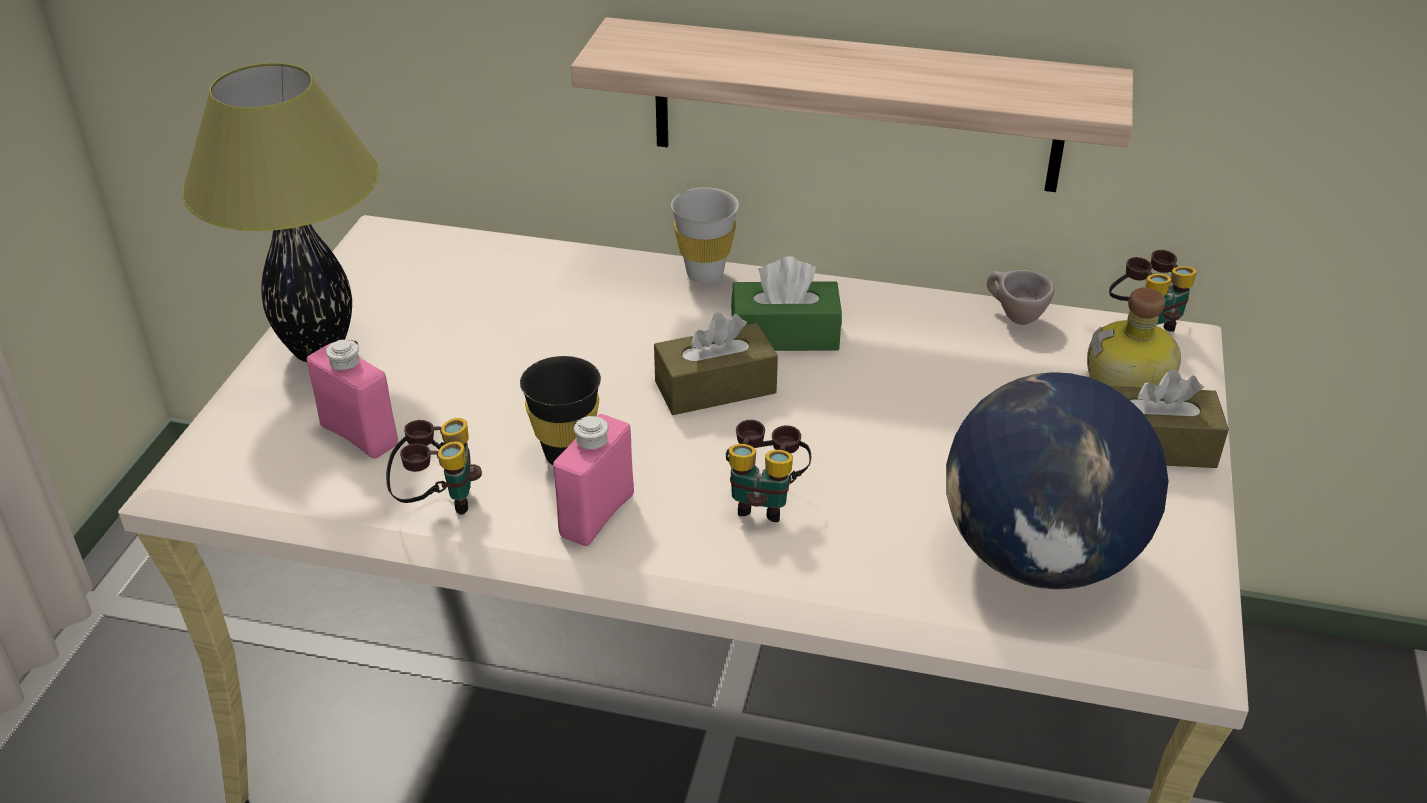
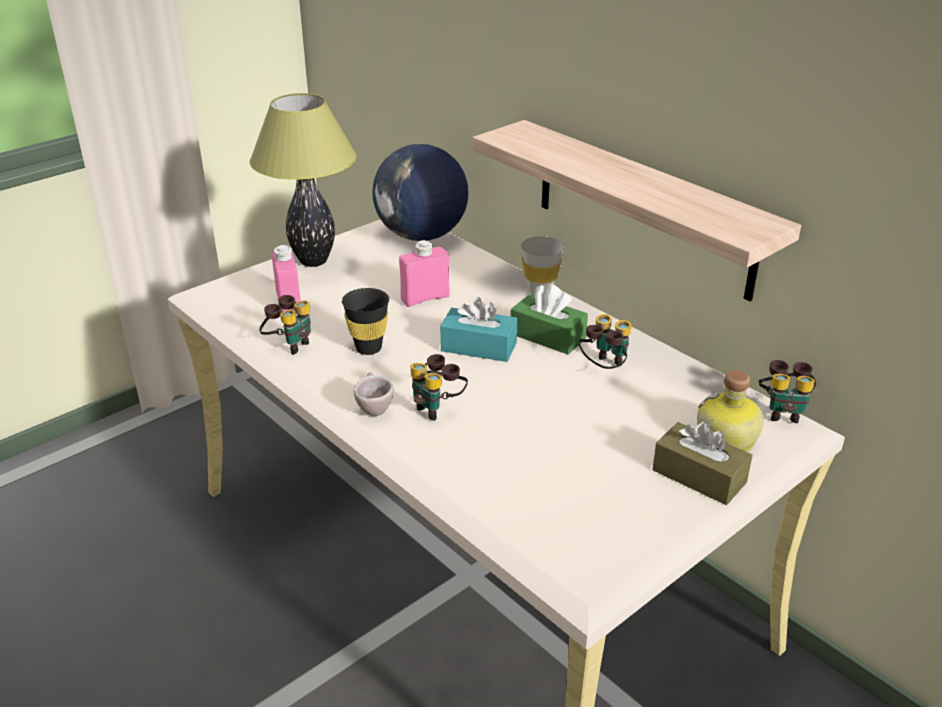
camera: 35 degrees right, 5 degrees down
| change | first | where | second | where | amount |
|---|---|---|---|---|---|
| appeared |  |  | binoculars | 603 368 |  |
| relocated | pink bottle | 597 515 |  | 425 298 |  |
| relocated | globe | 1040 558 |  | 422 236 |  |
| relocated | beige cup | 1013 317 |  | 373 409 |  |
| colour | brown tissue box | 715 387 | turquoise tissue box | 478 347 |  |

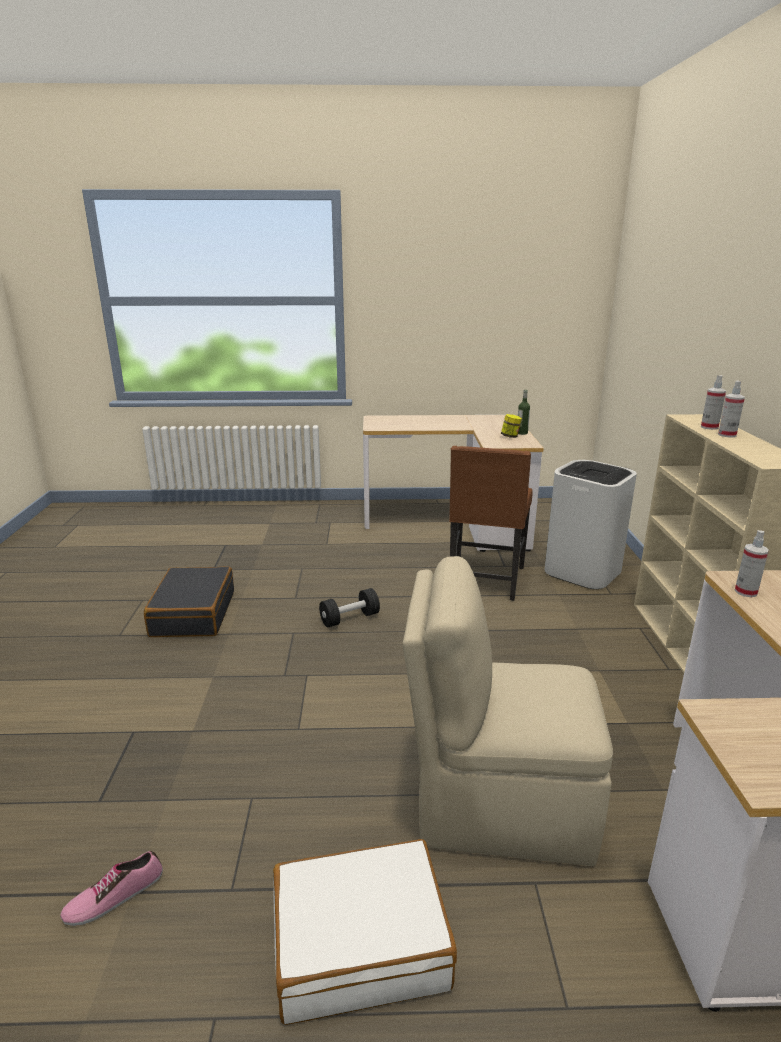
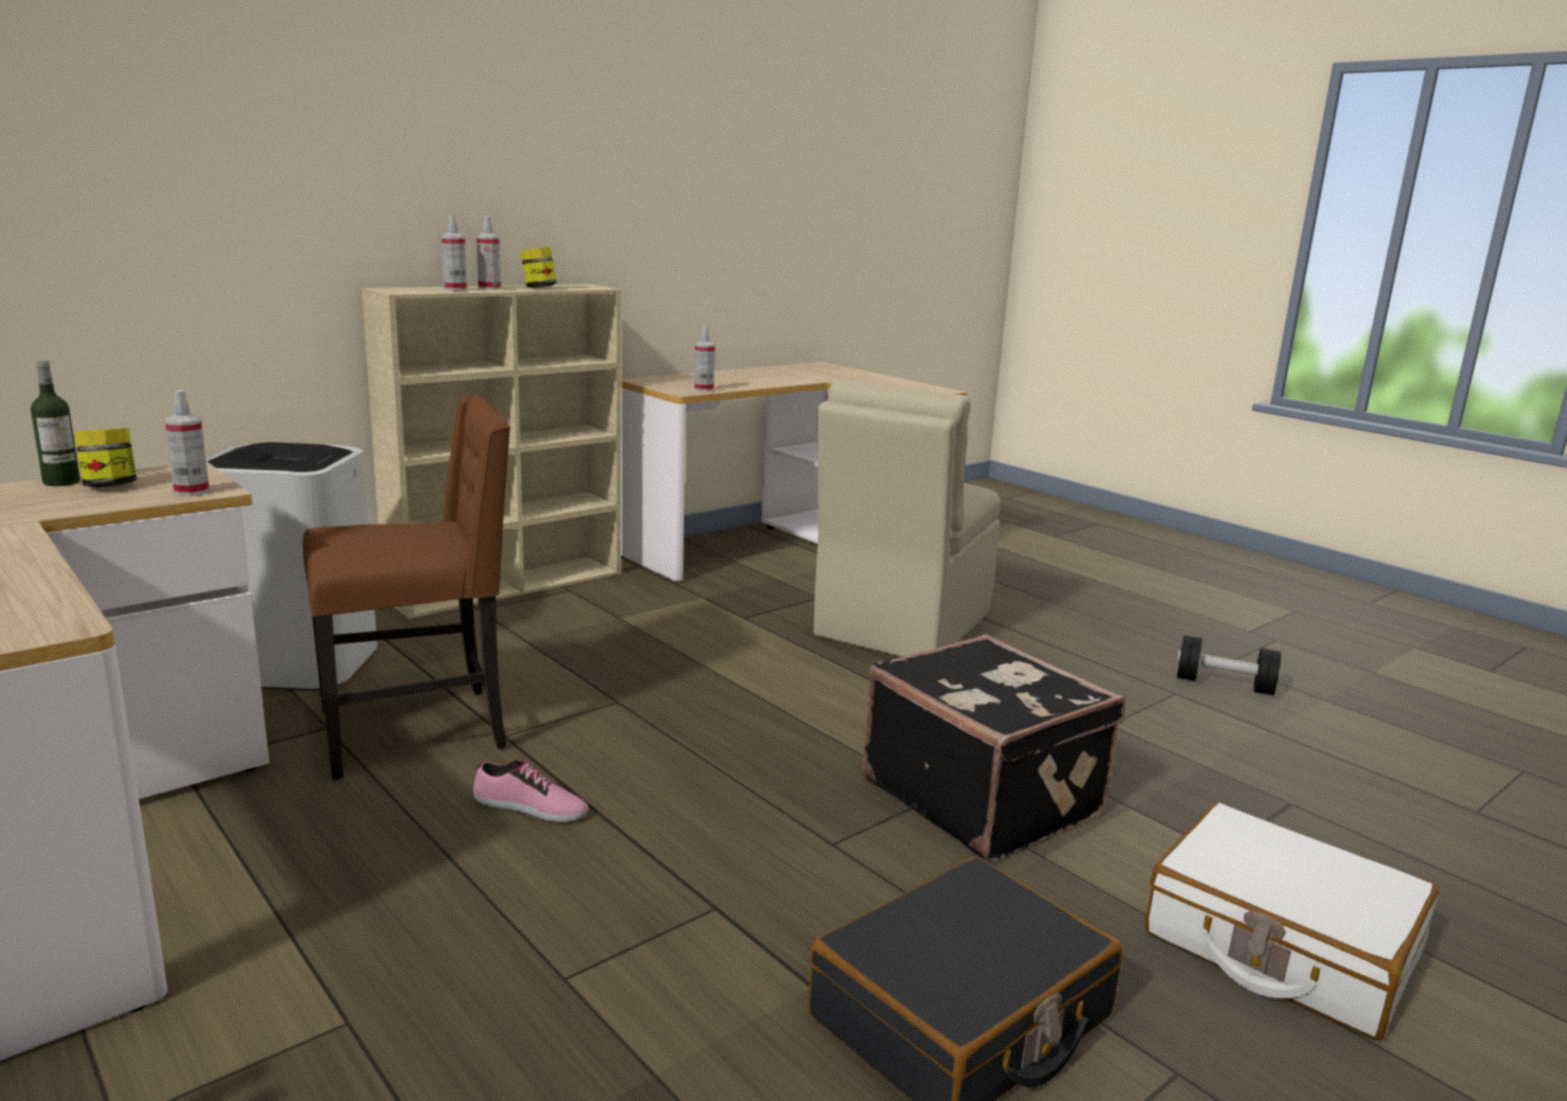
camera: 130 degrees left, 5 degrees down
| change | first | where | second | where | amount |
|---|---|---|---|---|---|
| appeared |  |  | spray bottle | 192 491 |  |
| appeared |  |  | jar | 539 288 |  |
| appeared |  |  | black suitcase | 983 797 |  |
| relocated | shoe | 114 895 |  | 530 807 |  |
| relocated | white suitcase | 360 942 |  | 1280 945 |  |
| relocated | black dumbbell | 350 618 |  | 1224 684 |  |
| spun | beige chair | 498 803 |  | 900 626 | 60 degrees clockwise |

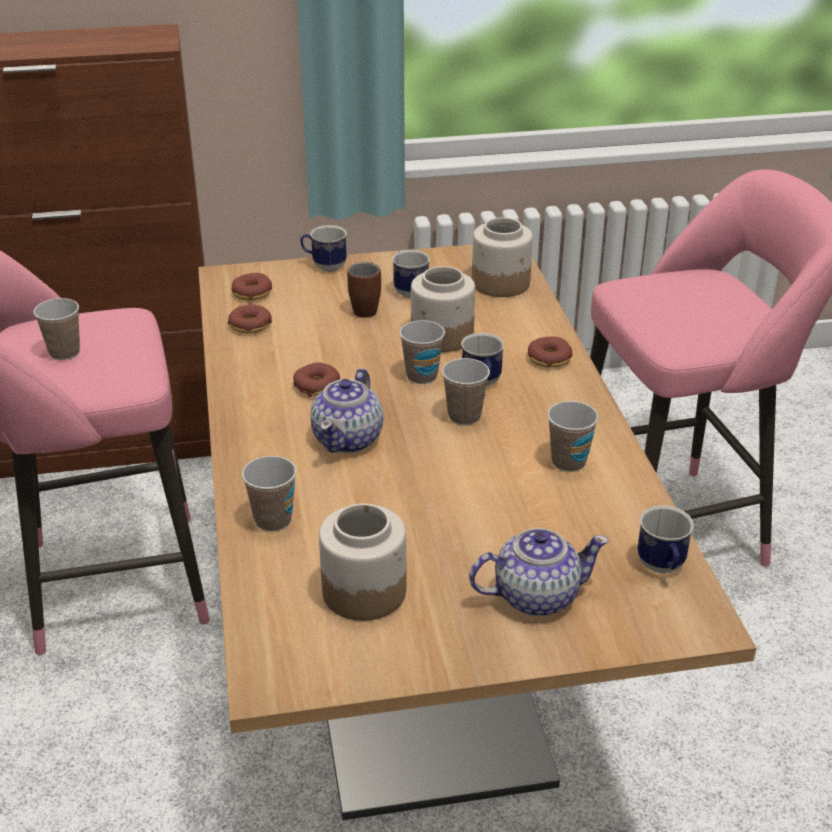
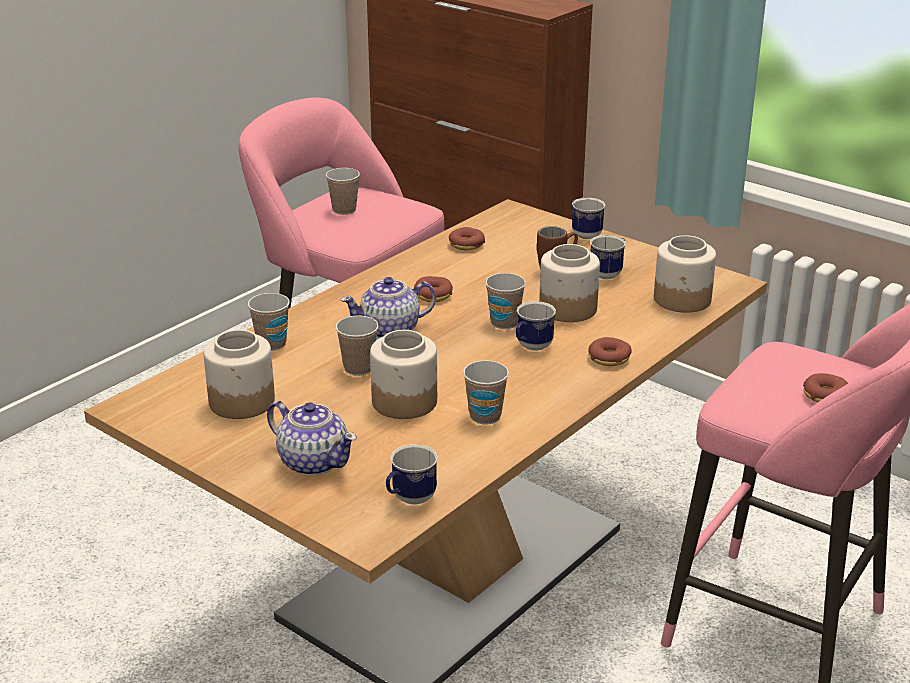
camera: 50 degrees right, 5 degrees down
| change | first | where | second | where | amount |
|---|---|---|---|---|---|
| appeared |  |  | jar | 405 401 |  |
| relocated | donut | 252 293 |  | 824 395 |  |
| relocated | cup | 464 416 |  | 358 368 |  |

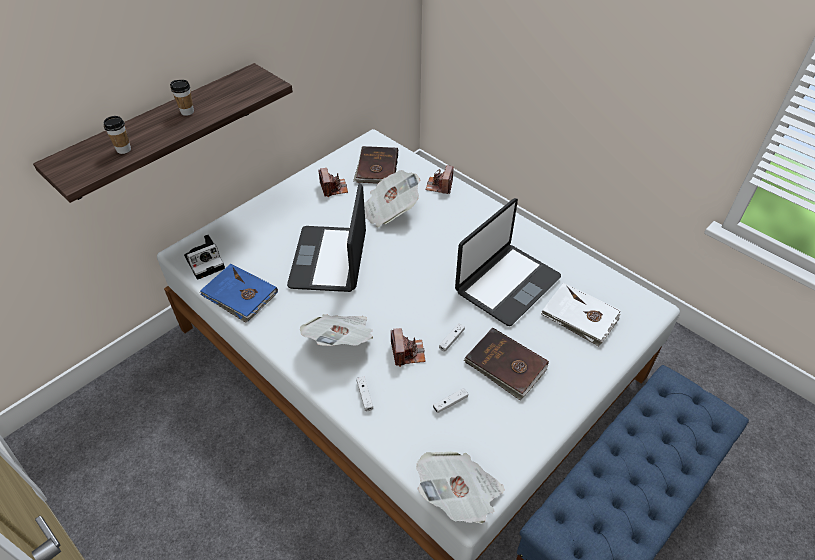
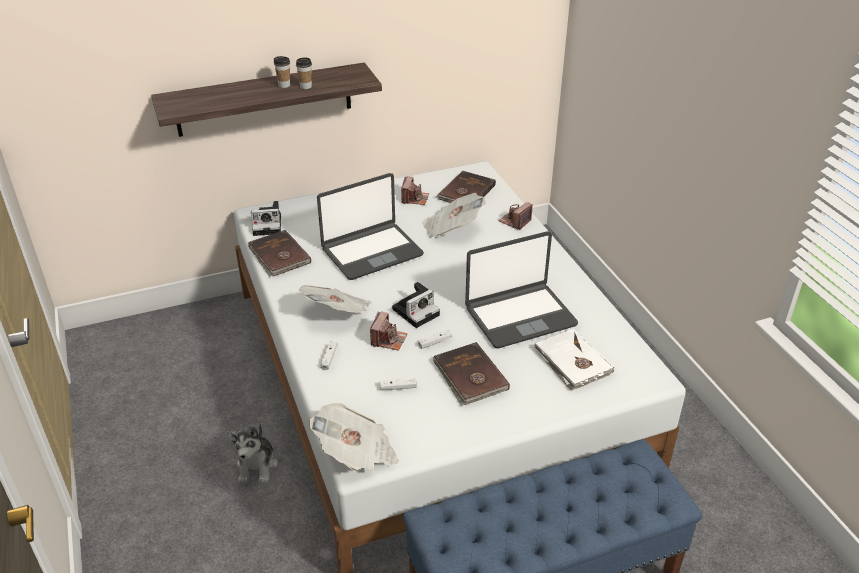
camera: 25 degrees right, 10 degrees down
| change | first | where | second | where | amount |
|---|---|---|---|---|---|
| appeared |  |  | plush toy | 257 465 |  |
| appeared |  |  | photo camera | 416 311 |  |
| relocated | cup | 124 149 |  | 306 86 |  |
| colour | blue book | 239 295 | brown book | 278 256 |  |
| spun | laptop | 329 259 |  | 371 252 | 150 degrees counterclockwise |

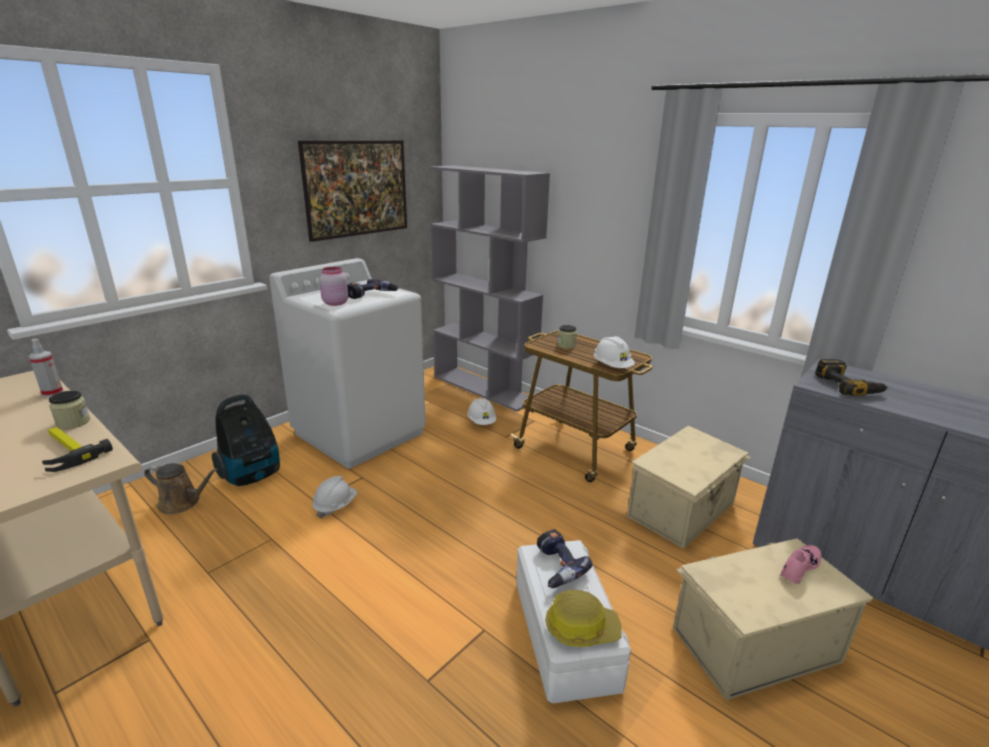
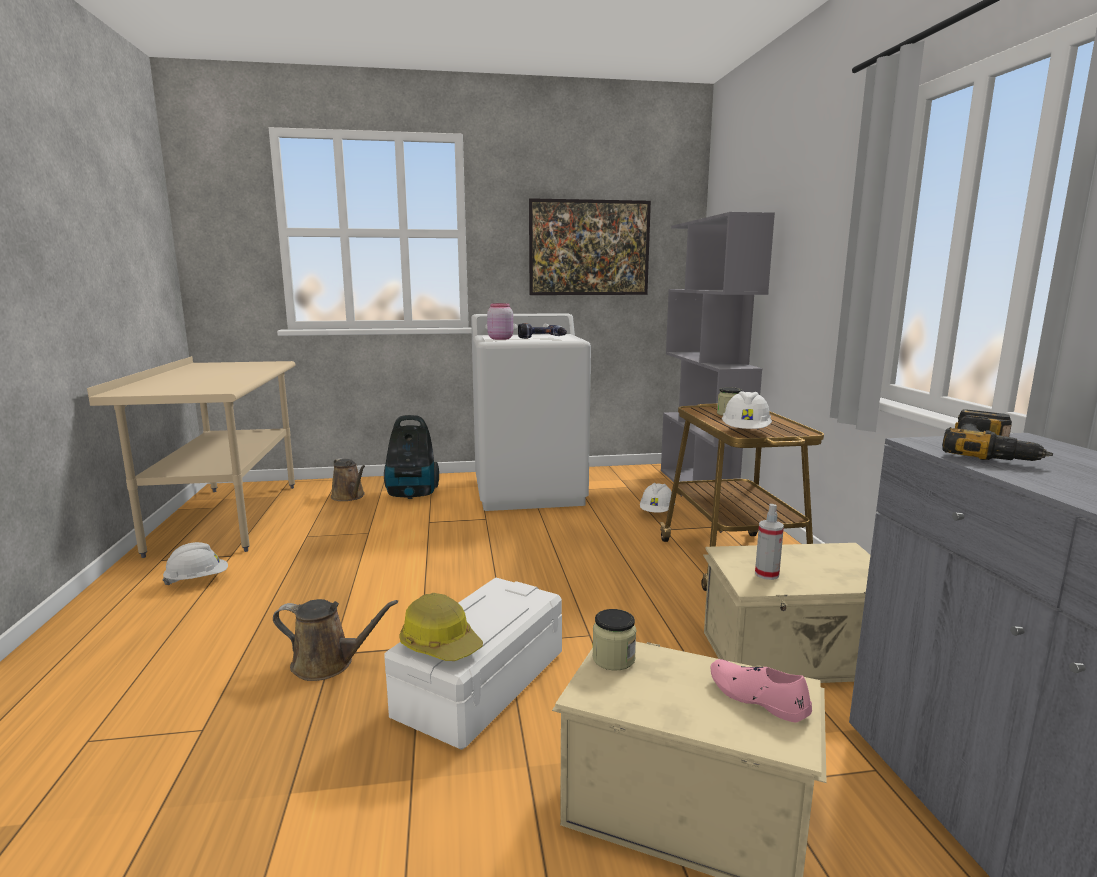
camera: 40 degrees right, 10 degrees down
| change | first | where | second | where | amount |
|---|---|---|---|---|---|
| missing | hammer | 66 450 |  |  |  |
| missing | power drill | 555 567 |  |  |  |
| appeared |  |  | brown watering can | 328 664 |  |
| relocated | spray bottle | 52 393 |  | 767 574 |  |
| relocated | jar | 73 422 |  | 613 658 |  |
| relocated | white hard hat | 335 506 |  | 197 580 |  |
| spun | pink shoe | 799 567 |  | 757 697 | 135 degrees counterclockwise |

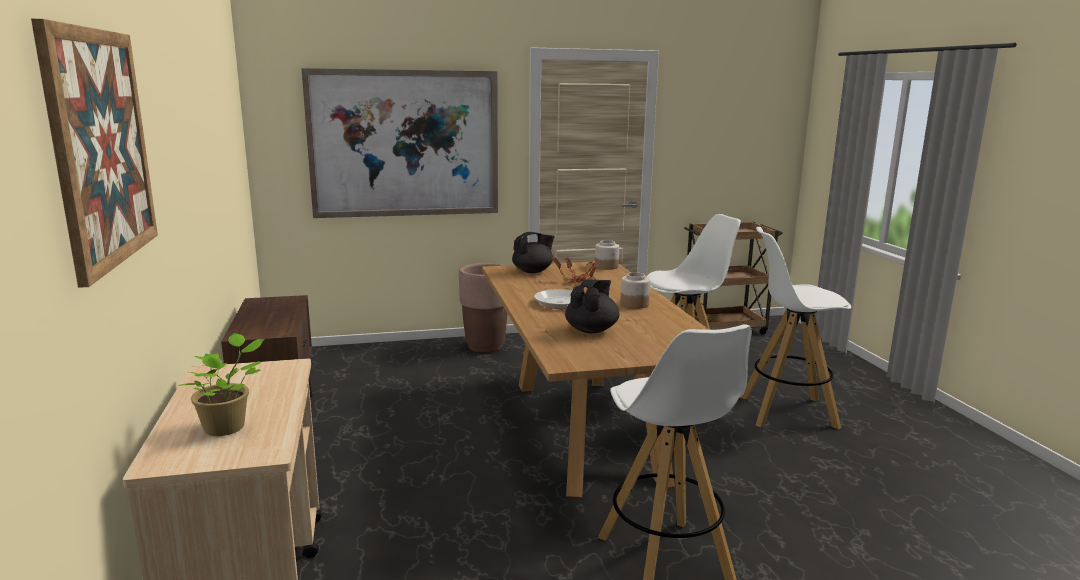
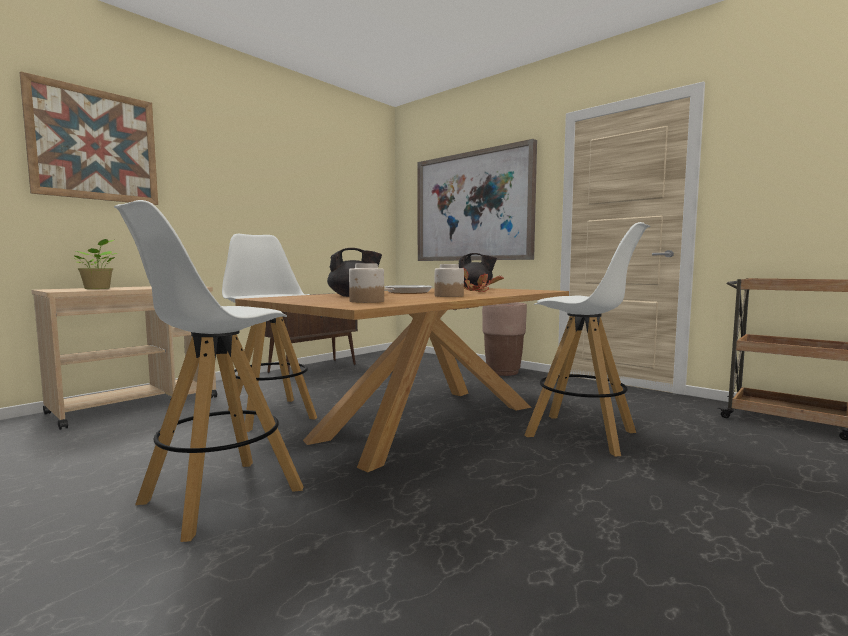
camera: 55 degrees right, 10 degrees down
| change | first | where | second | where | amount |
|---|---|---|---|---|---|
| relocated | jar | 606 267 |  | 367 301 |  |
| relocated | white stool | 786 412 |  | 271 413 |  |

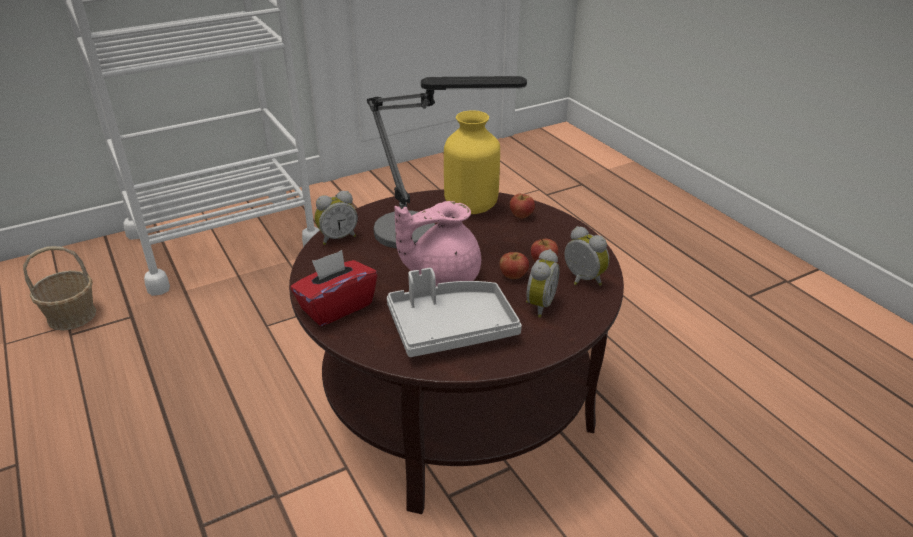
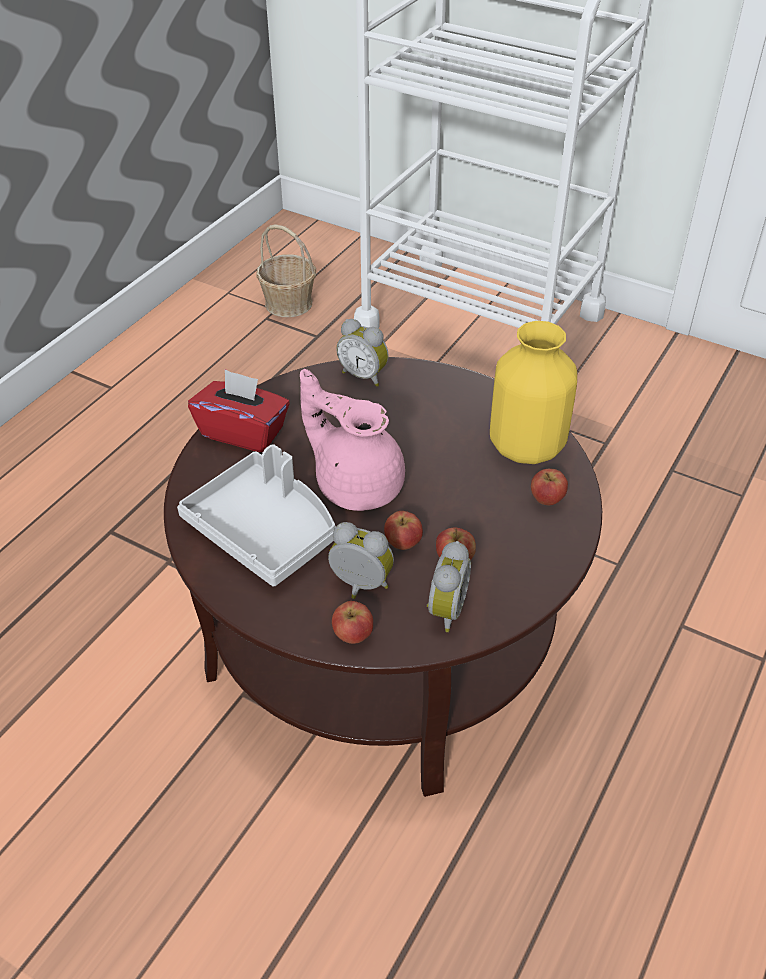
camera: 60 degrees right, 10 degrees up
| change | first | where | second | where | amount |
|---|---|---|---|---|---|
| missing | table lamp | 423 233 |  |  |  |
| appeared |  |  | apple | 353 635 |  |
| spun | alarm clock | 538 305 |  | 359 587 | 150 degrees counterclockwise |

